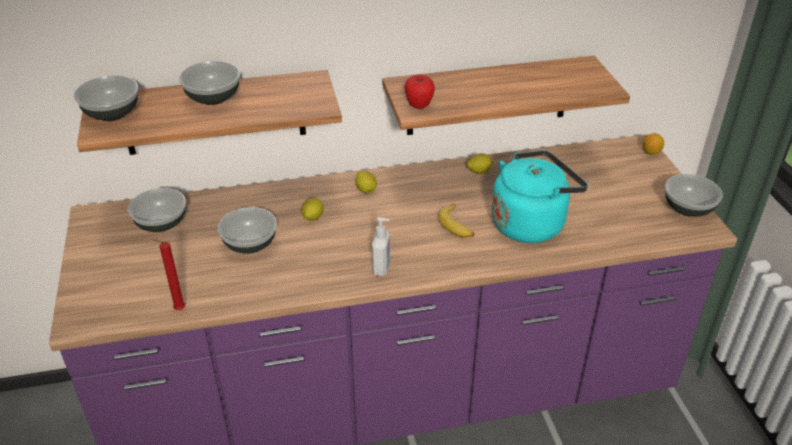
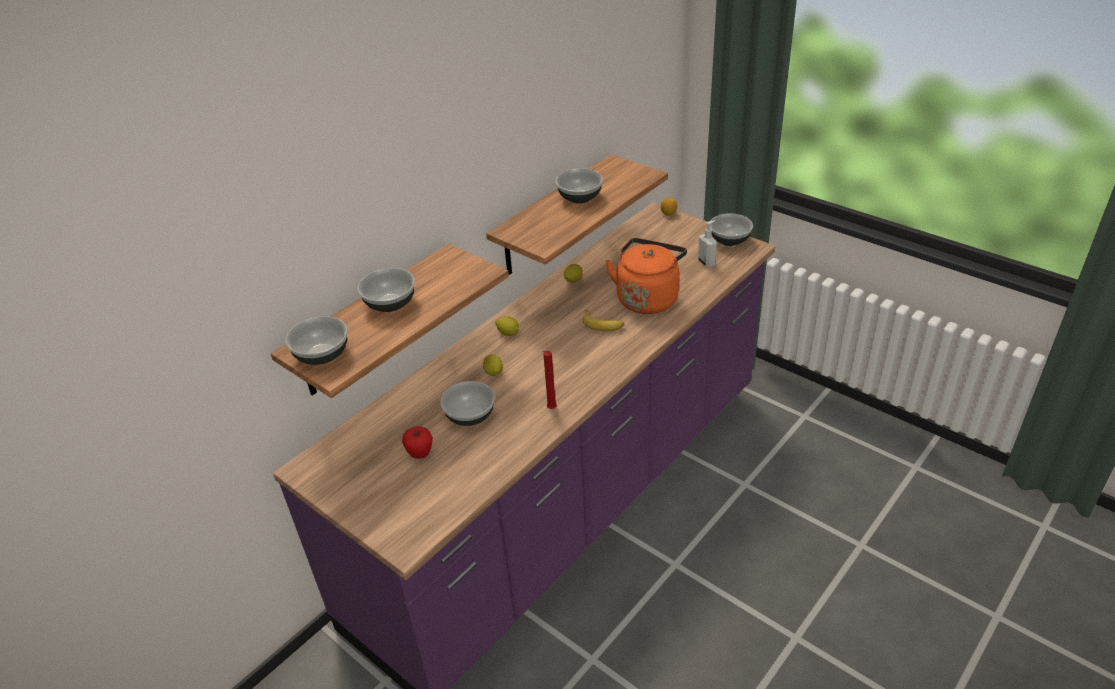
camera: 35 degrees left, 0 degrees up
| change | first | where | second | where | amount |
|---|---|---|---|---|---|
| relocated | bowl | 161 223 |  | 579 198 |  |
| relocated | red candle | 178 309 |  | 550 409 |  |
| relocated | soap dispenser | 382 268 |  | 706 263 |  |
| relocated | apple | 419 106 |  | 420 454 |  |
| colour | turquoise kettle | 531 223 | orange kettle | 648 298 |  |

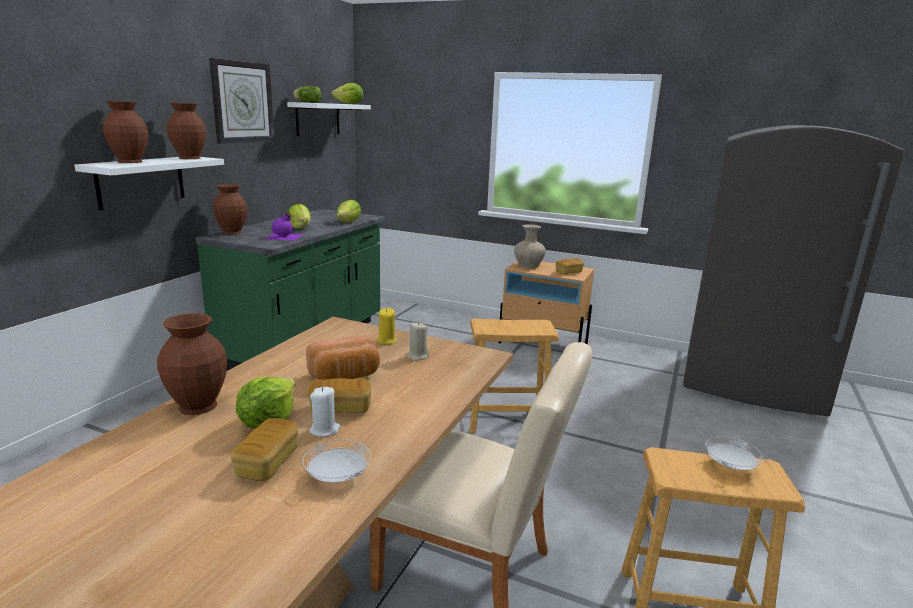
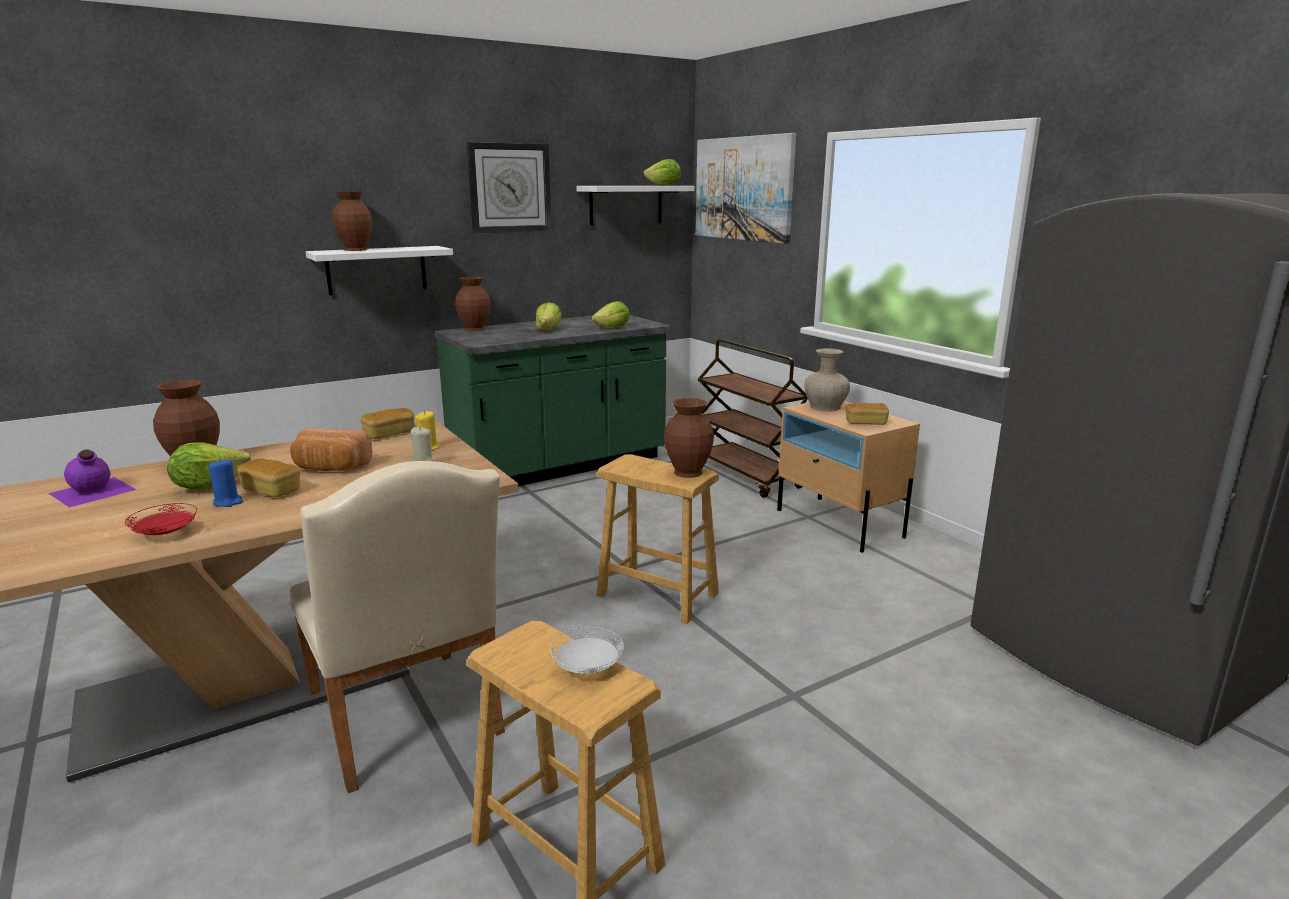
camera: 35 degrees right, 0 degrees up
| change | first | where | second | where | amount |
|---|---|---|---|---|---|
| missing | lettuce | 307 102 |  |  |  |
| appeared |  |  | picture | 743 189 |  |
| appeared |  |  | brown cart | 747 476 |  |
| relocated | brown vase | 190 158 |  | 688 472 |  |
| relocated | bread | 267 463 |  | 389 434 |  |
| relocated | purple bottle | 284 236 |  | 91 492 |  |
| colour | white plate | 338 476 | red plate | 166 534 |  |
| colour | white candle | 324 430 | blue candle | 228 502 |  |

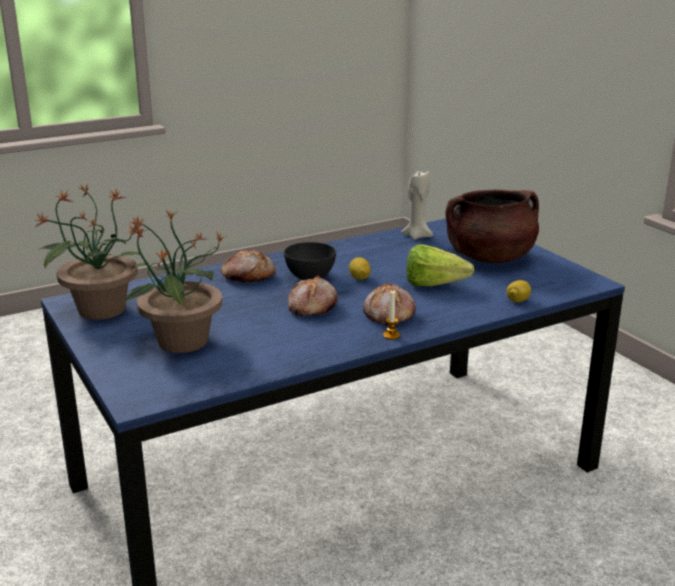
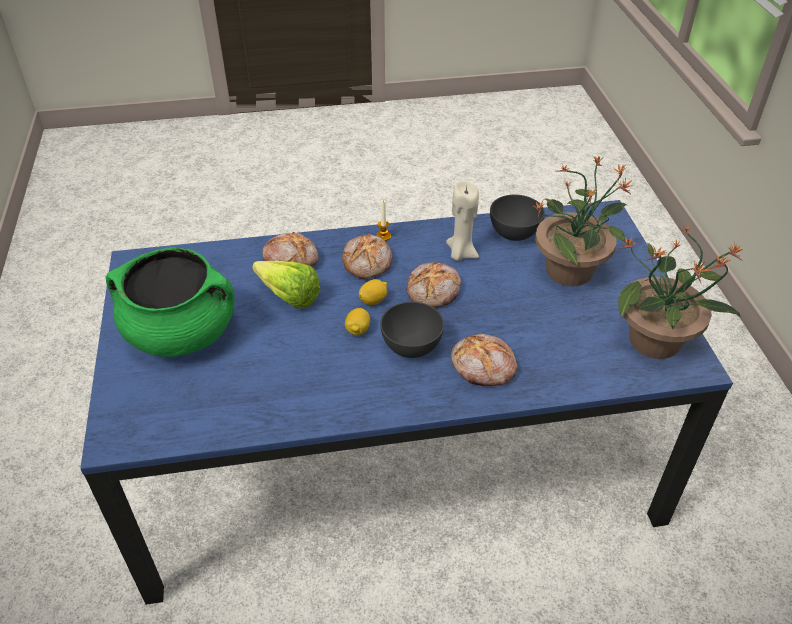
camera: 160 degrees left, 20 degrees up
| change | first | where | second | where | amount |
|---|---|---|---|---|---|
| appeared |  |  | bread | 291 259 |  |
| appeared |  |  | grey bowl | 514 233 |  |
| relocated | beige candle | 417 236 |  | 460 253 |  |
| relocated | lemon | 517 301 |  | 373 300 |  |
| colour | brown cooking pot | 489 258 | green cooking pot | 182 333 |  |

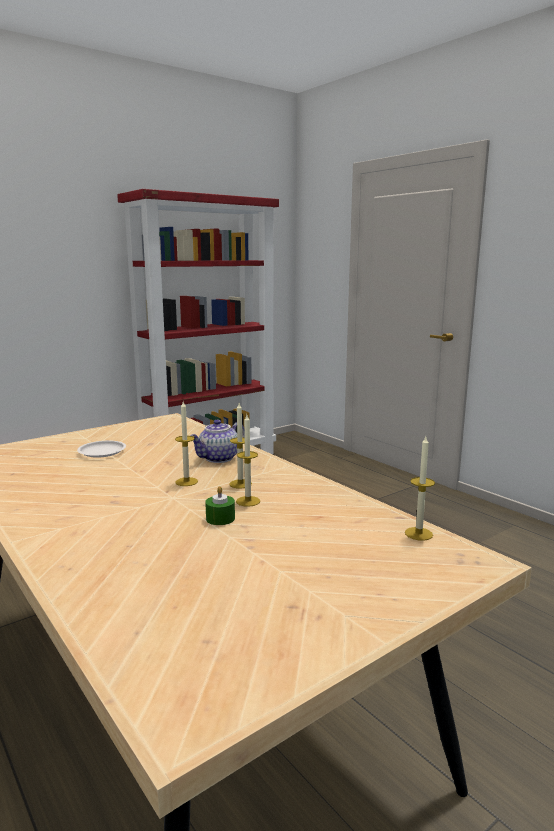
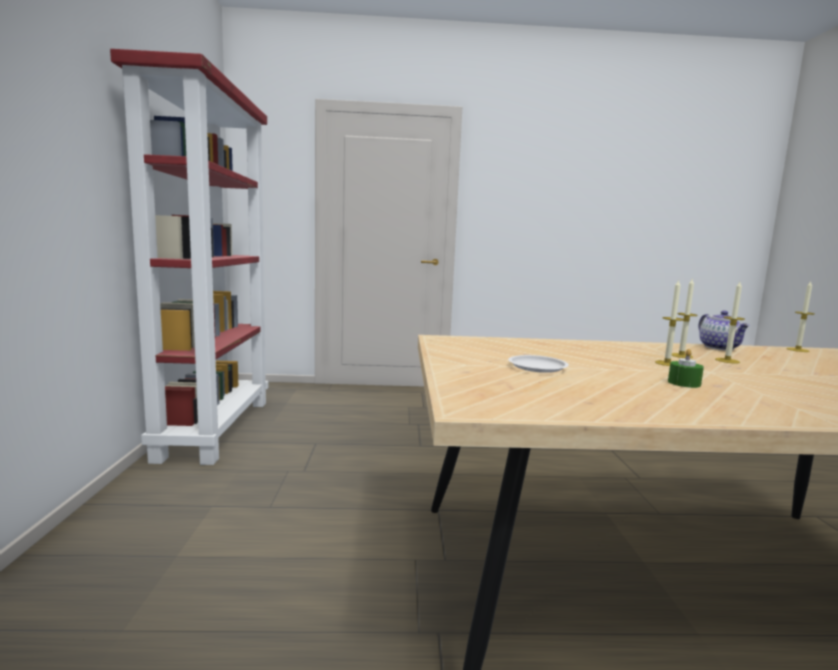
camera: 55 degrees left, 5 degrees down
| change | first | where | second | where | amount |
|---|---|---|---|---|---|
| relocated | teapot | 219 459 |  | 720 348 |  |
| relocated | green candle | 220 518 |  | 684 383 |  |

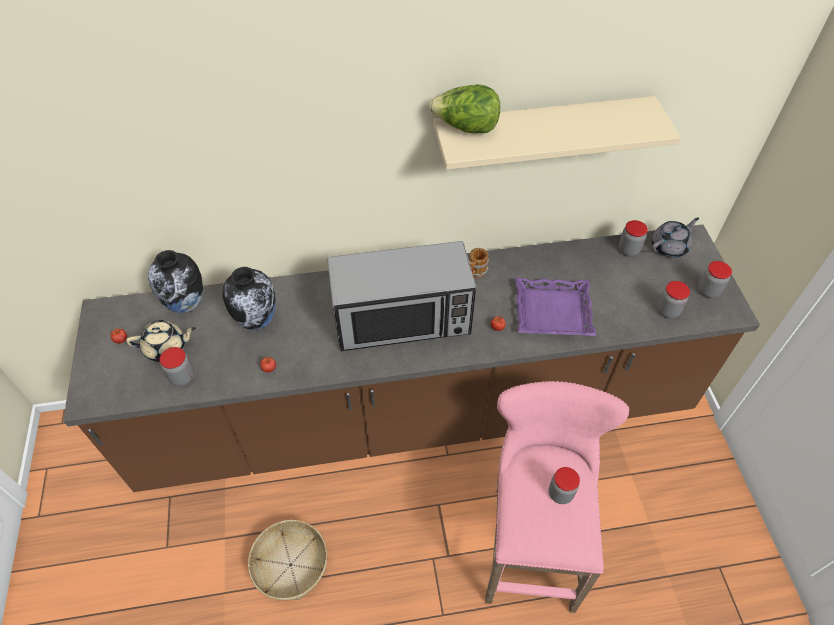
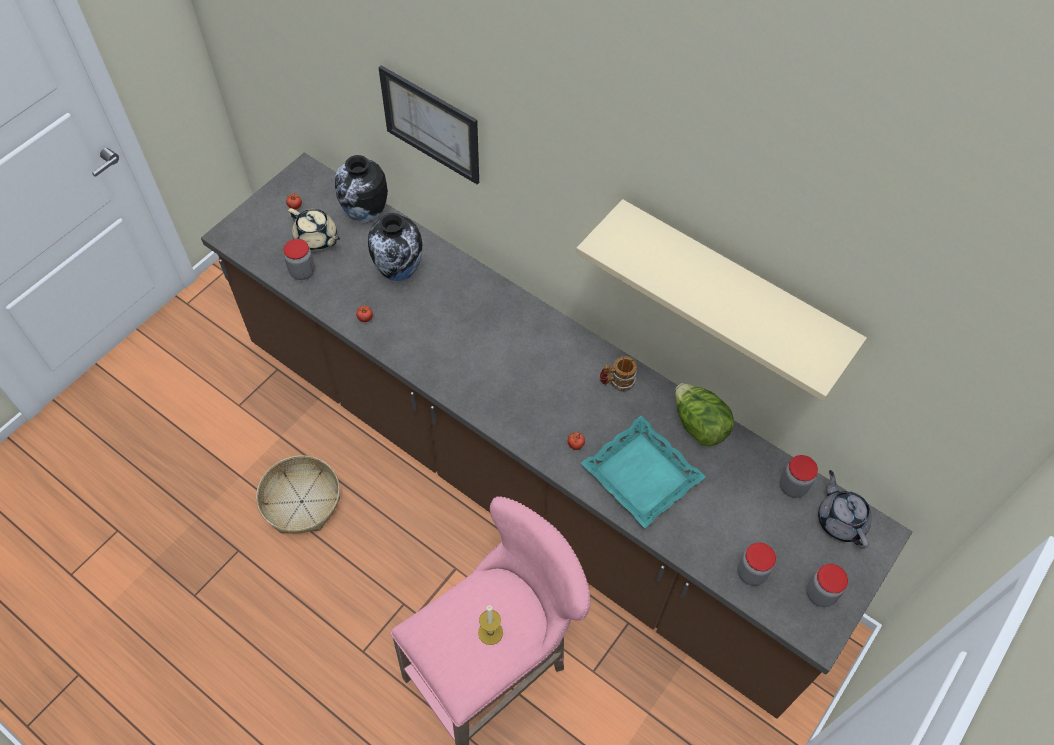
camera: 45 degrees right, 5 degrees up
| change | first | where | second | where | amount |
|---|---|---|---|---|---|
| missing | microwave | 402 319 |  |  |  |
| appeared |  |  | picture | 431 124 |  |
| relocated | lettuce | 466 128 |  | 698 425 |  |
| exchanged | jar | 560 493 | candle | 490 632 |  |
| colour | purple tray | 552 311 | turquoise tray | 642 475 |  |
| spun | grey teapot | 669 247 |  | 840 520 | 120 degrees counterclockwise |

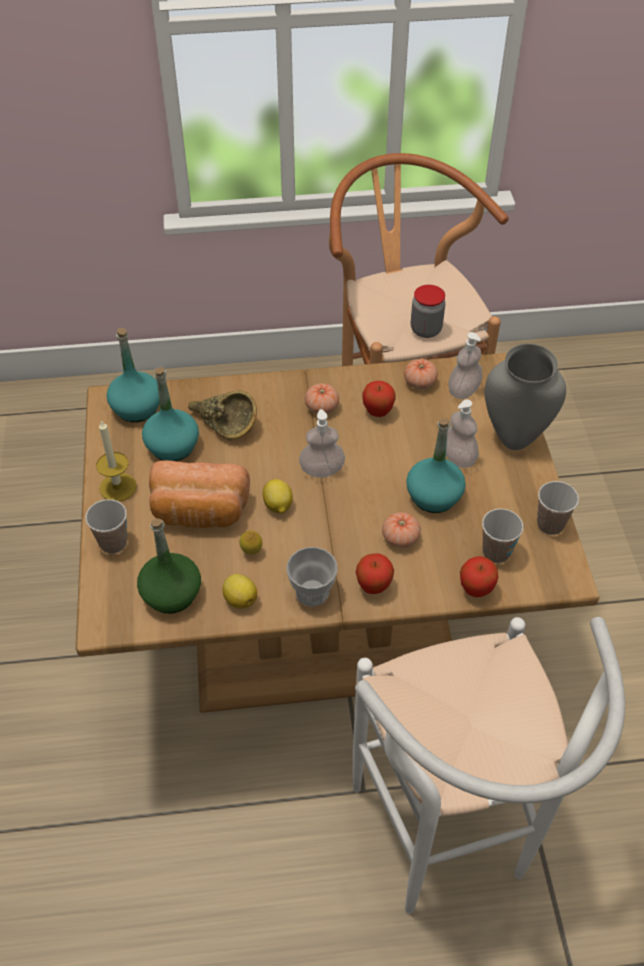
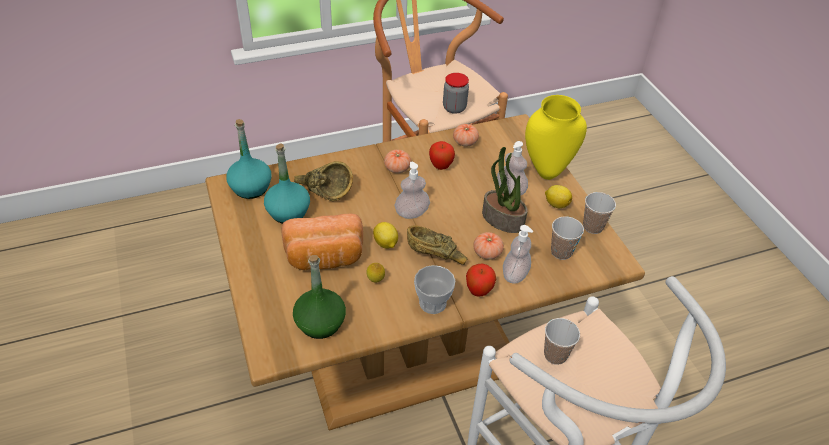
camera: 15 degrees left, 5 degrees down
| change | first | where | second | where | amount |
|---|---|---|---|---|---|
| missing | candle | 118 487 |  |  |  |
| missing | apple | 475 590 |  |  |  |
| appeared |  |  | brown bowl | 437 253 |  |
| relocated | cup | 113 543 |  | 555 355 |  |
| relocated | lemon | 240 599 |  | 556 204 |  |
| relocated | soap dispenser | 463 390 |  | 515 274 |  |
| exchanged | turquoise bottle | 433 496 | potted plant | 502 219 |  |
| colour | grey vase | 514 438 | yellow vase | 546 171 |  |

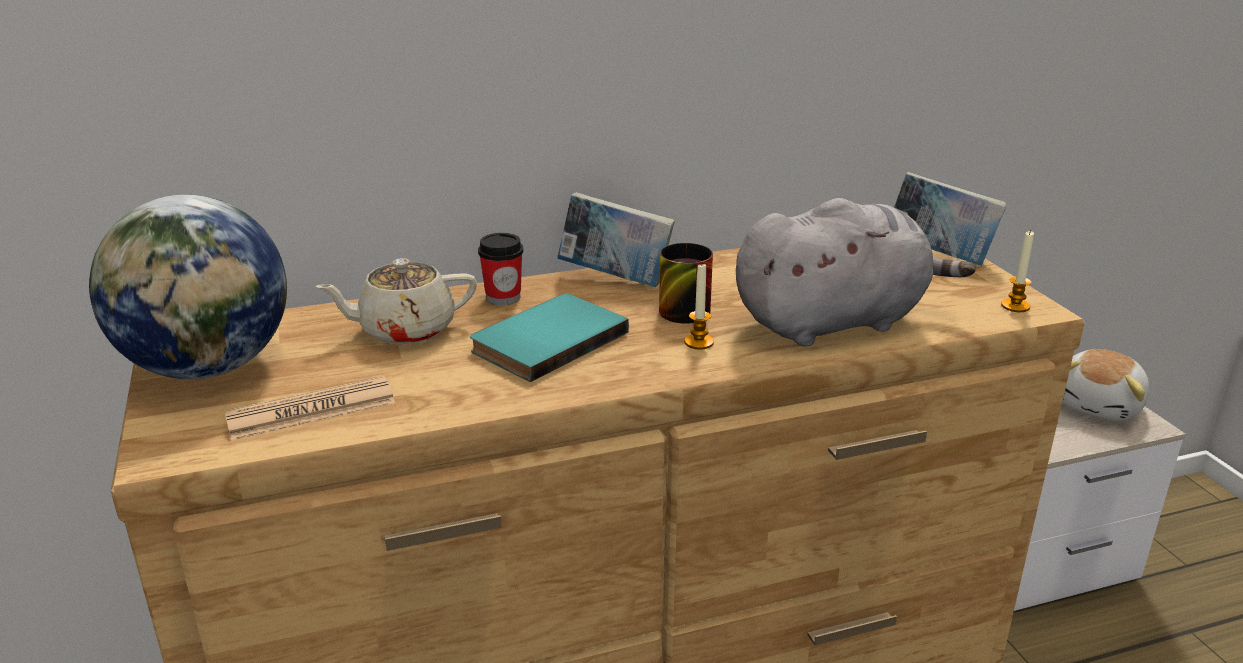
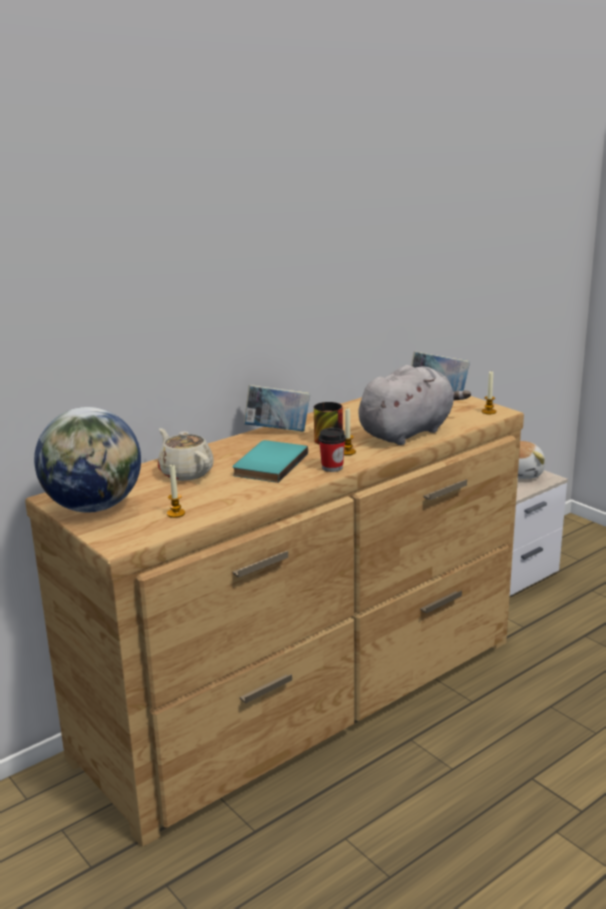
camera: 20 degrees left, 5 degrees down
| change | first | where | second | where | amount |
|---|---|---|---|---|---|
| relocated | cup | 503 297 |  | 332 467 |  |
| exchanged | newspaper | 311 410 | candle | 176 513 |  |
| spun | beige teapot | 405 330 |  | 185 472 | 90 degrees clockwise |

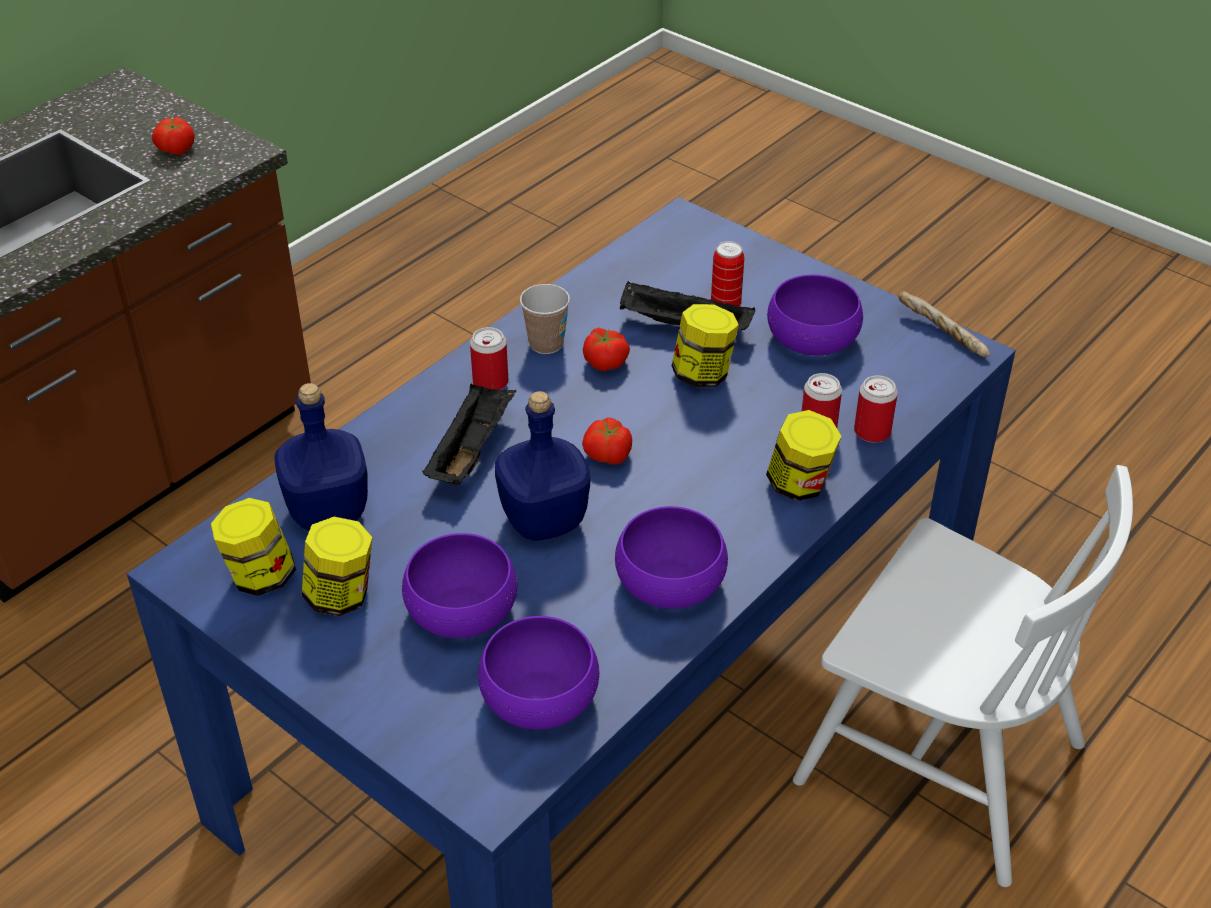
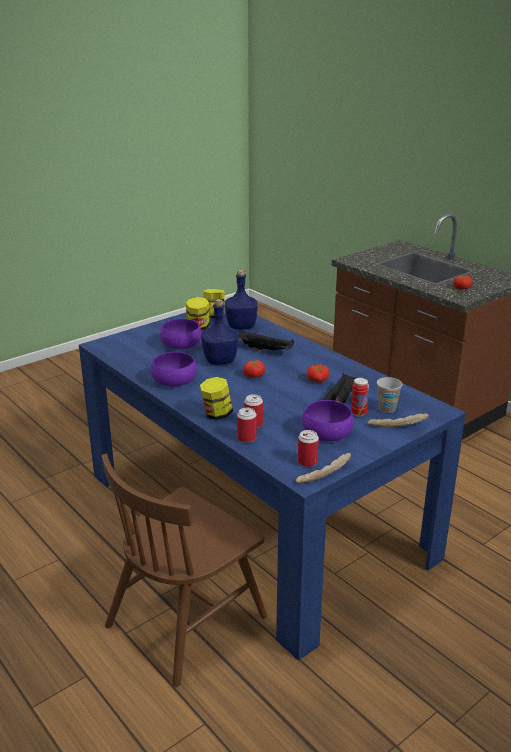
camera: 100 degrees right, 15 degrees down
| change | first | where | second | where | amount |
|---|---|---|---|---|---|
| missing | purple bowl | 540 696 |  |  |  |
| missing | jar | 703 374 |  |  |  |
| appeared |  |  | bread | 397 425 |  |
| relocated | can | 490 382 |  | 307 462 |  |
| relocated | cup | 546 344 |  | 387 408 |  |
| colour | white chair | 938 761 | brown chair | 186 620 |  |

